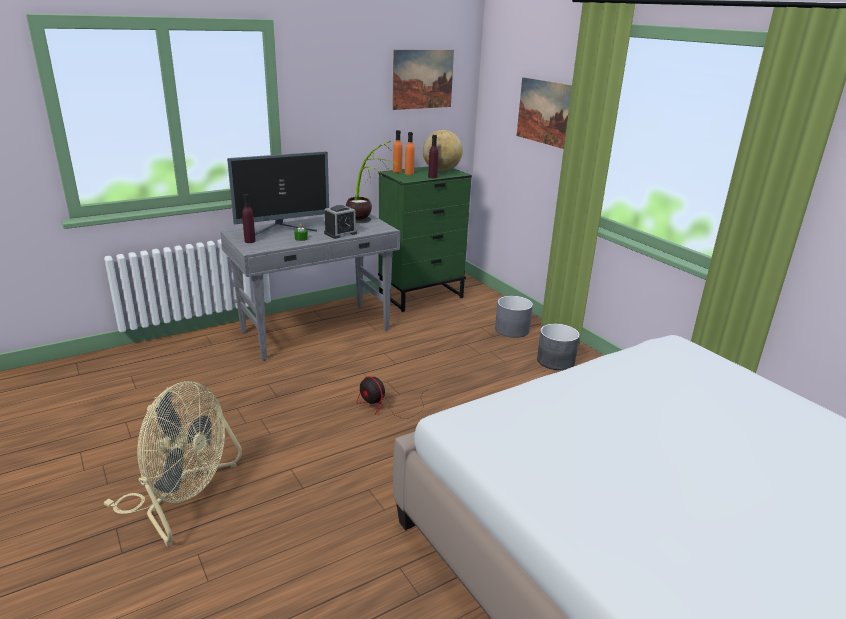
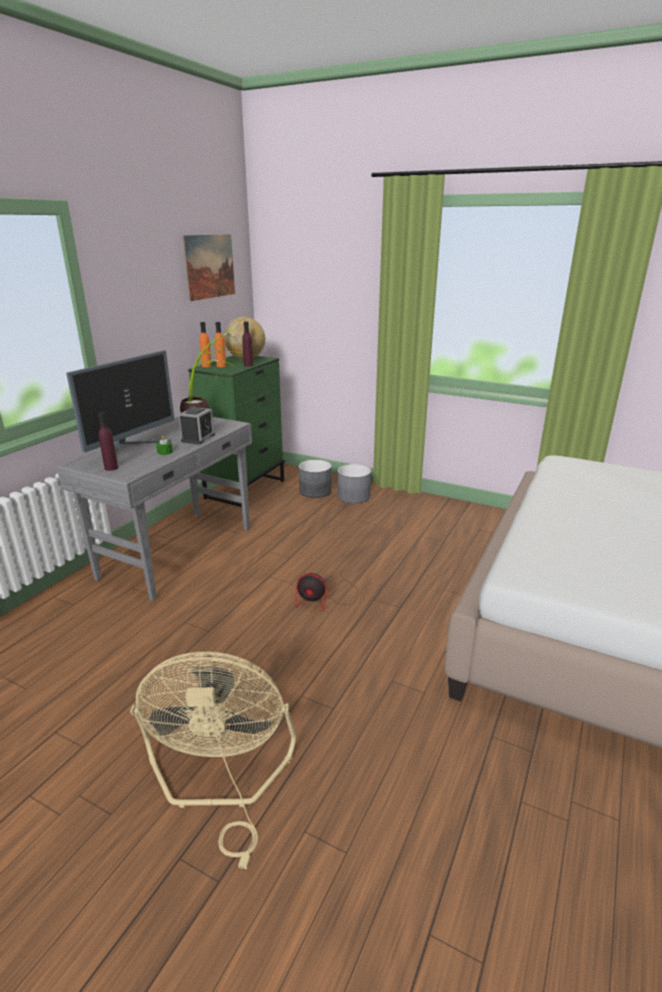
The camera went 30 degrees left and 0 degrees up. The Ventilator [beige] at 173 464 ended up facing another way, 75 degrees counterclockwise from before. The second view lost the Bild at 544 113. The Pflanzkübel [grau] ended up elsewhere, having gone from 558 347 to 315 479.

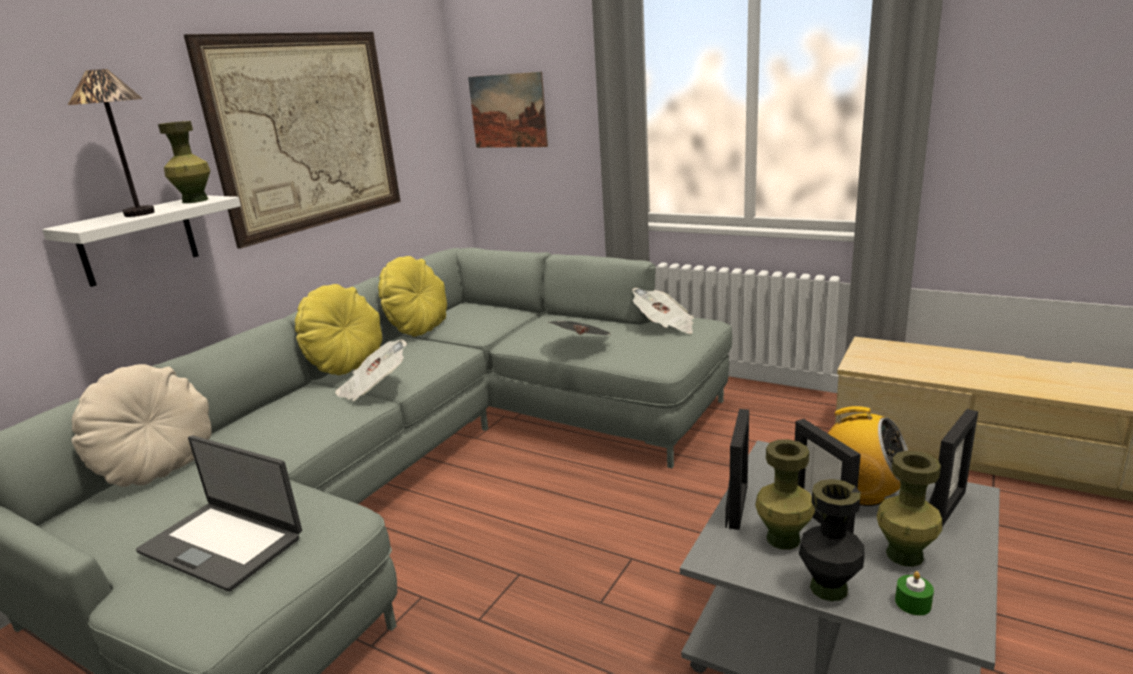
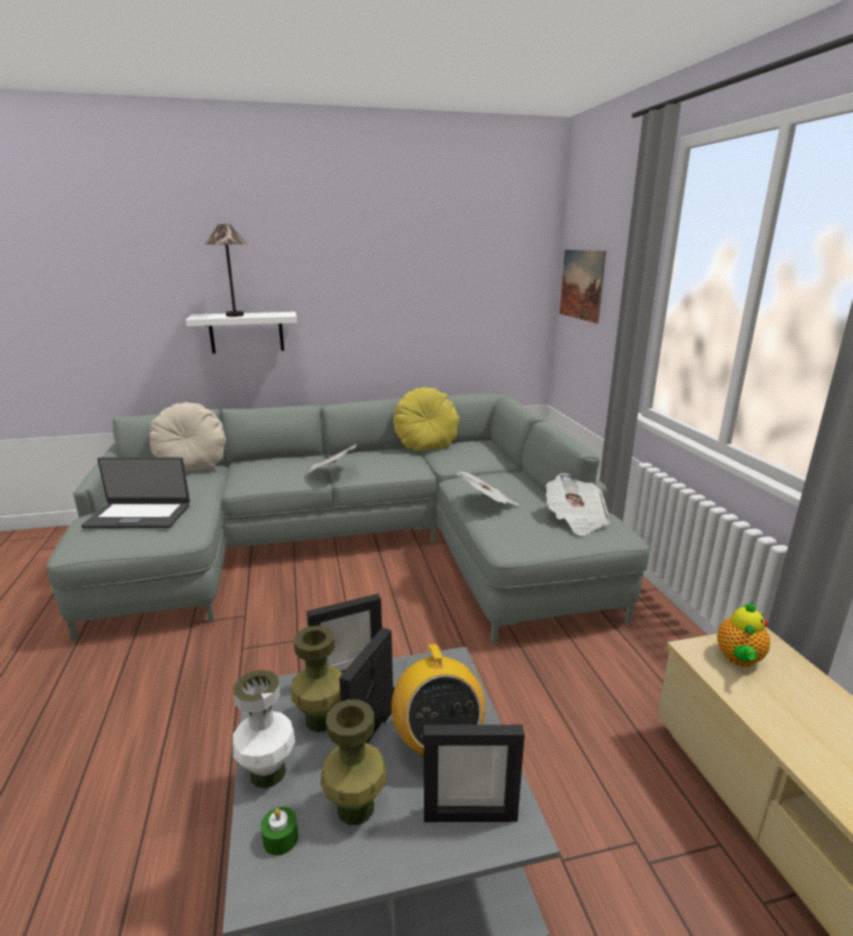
The camera went 45 degrees right and 0 degrees up. The Laptop at 219 514 ended up facing another way, 75 degrees counterclockwise from before. The second view lost the Vase [grün] at 184 162. The second view lost the Bild at 292 140. The second view lost the Kissen [gelb] at 338 329. What was the Vase [schwarz] at 832 540 turned into the Vase [weiß] at 264 729. The second view gained the Teekanne at 743 634.

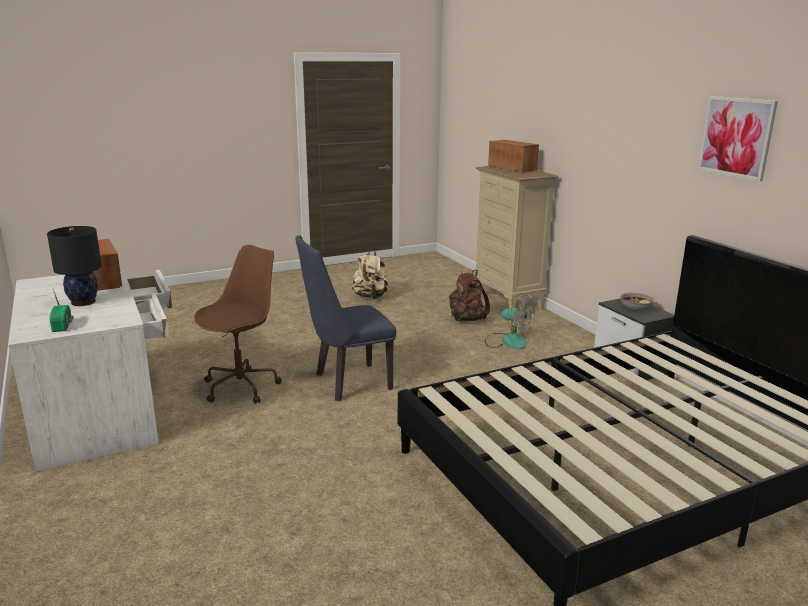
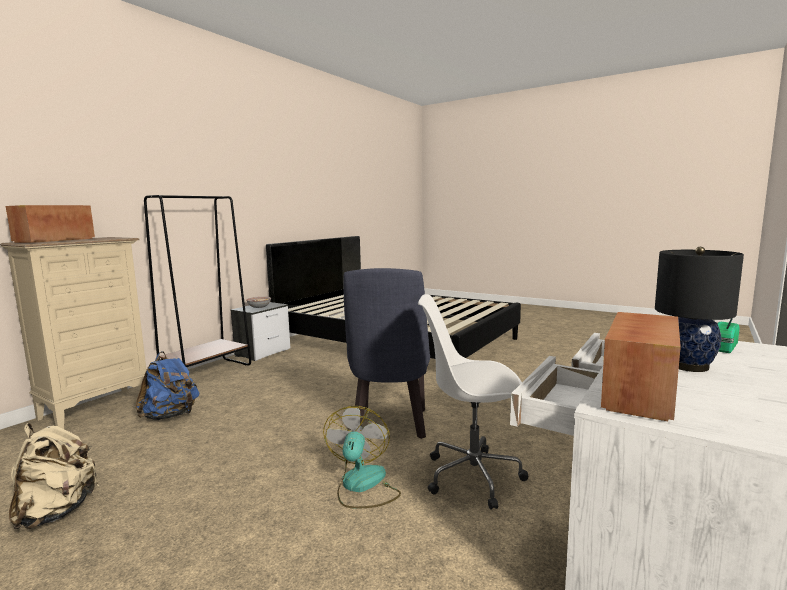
The camera went 120 degrees left and 10 degrees down. What was the Bürostuhl [braun] at 238 324 turned into the Bürostuhl [weiß] at 473 402. The Stuhl [blau] at 345 318 ended up facing another way, 60 degrees clockwise from before. What was the Rucksack [braun] at 469 296 turned into the Rucksack [blau] at 167 385. The Ventilator ended up elsewhere, having gone from 510 321 to 362 457. The second view lost the Bild at 738 138. The second view gained the Kleiderständer at 197 281.

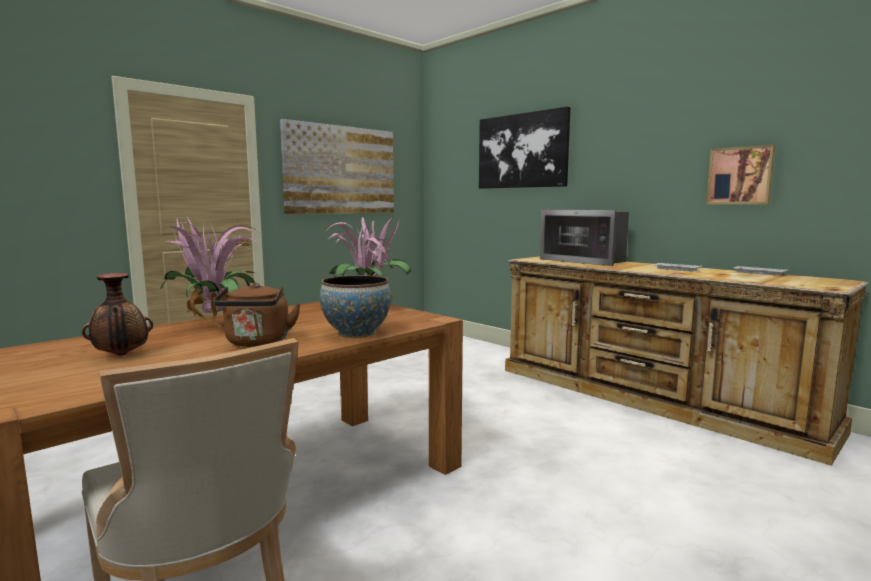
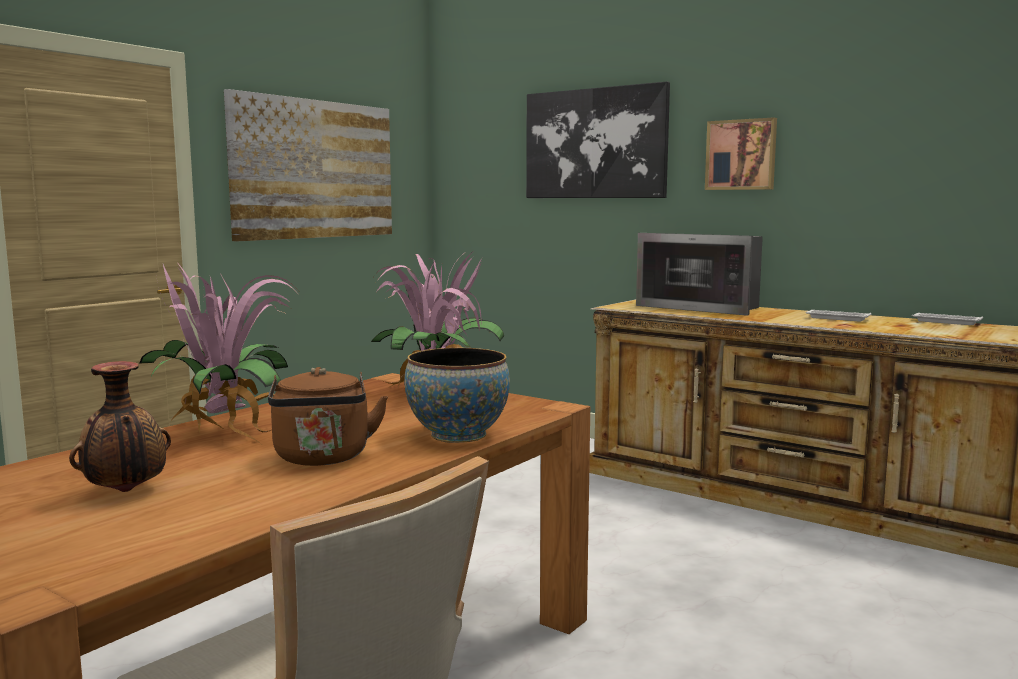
The camera went 10 degrees left and 0 degrees up. The Bild ended up elsewhere, having gone from 740 174 to 741 153.

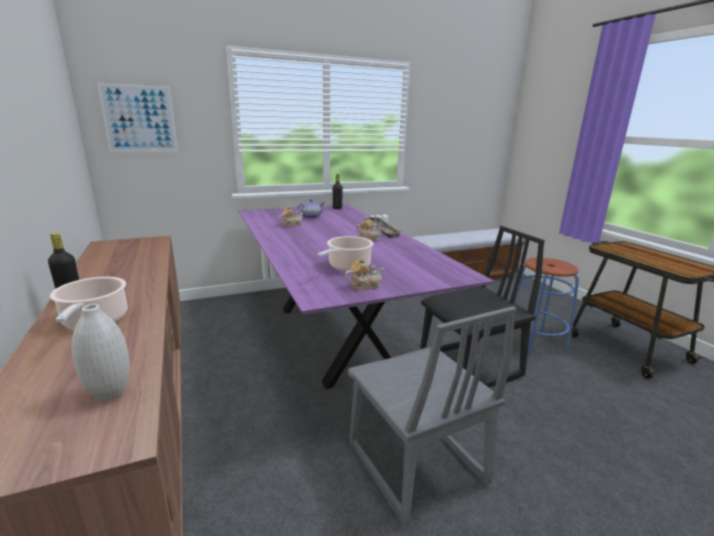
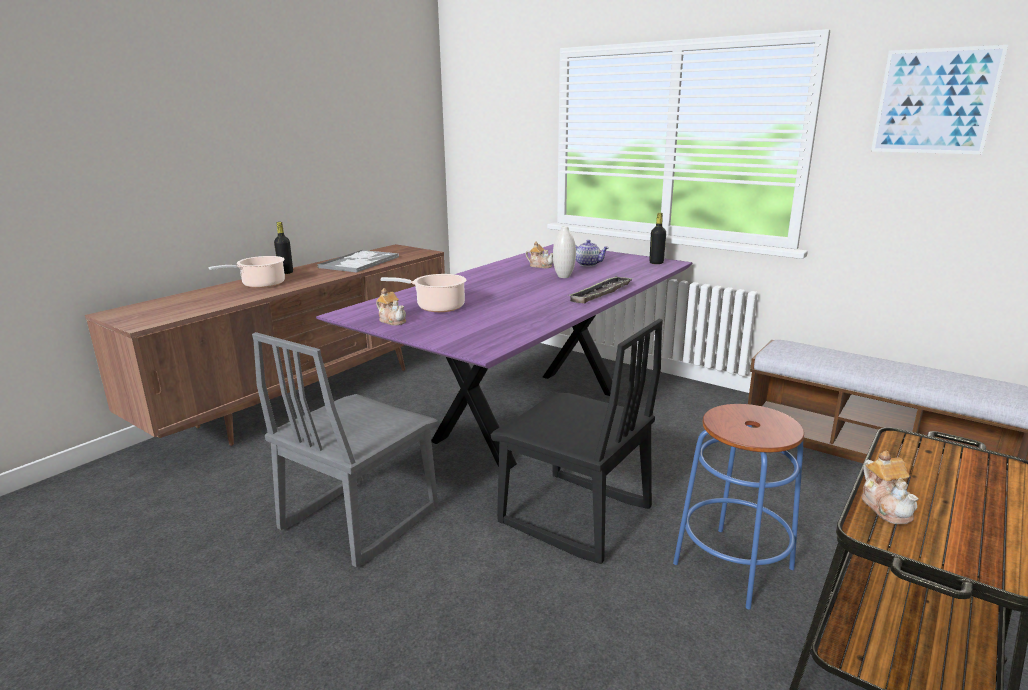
The camera went 60 degrees right and 0 degrees up. The Vase [weiß] ended up elsewhere, having gone from 100 352 to 564 252. The Bild ended up elsewhere, having gone from 137 117 to 939 99. The Teekanne ended up elsewhere, having gone from 369 229 to 889 487. The second view gained the Tablett at 358 261.

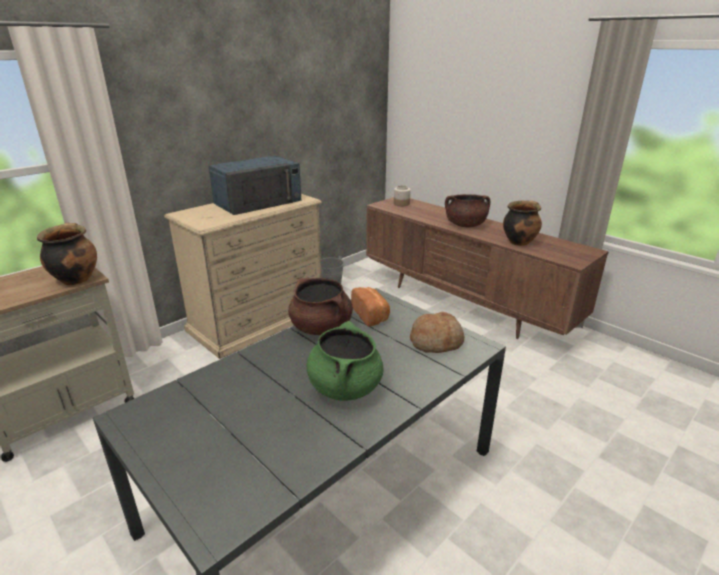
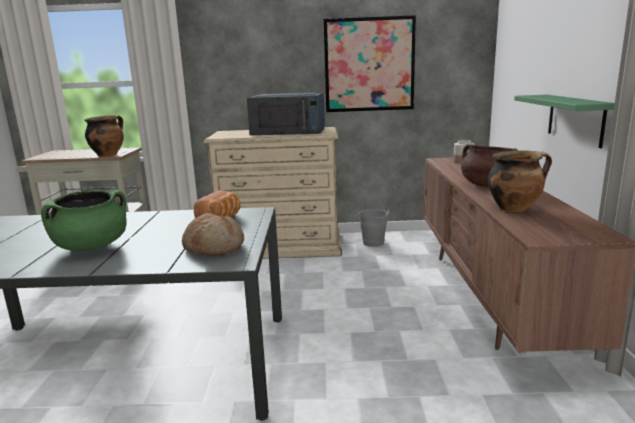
The camera went 45 degrees right and 10 degrees down. The second view lost the Kochtopf [braun] at 320 306. The second view gained the Bild at 370 63. The second view gained the Wandregal [grün] at 564 121.

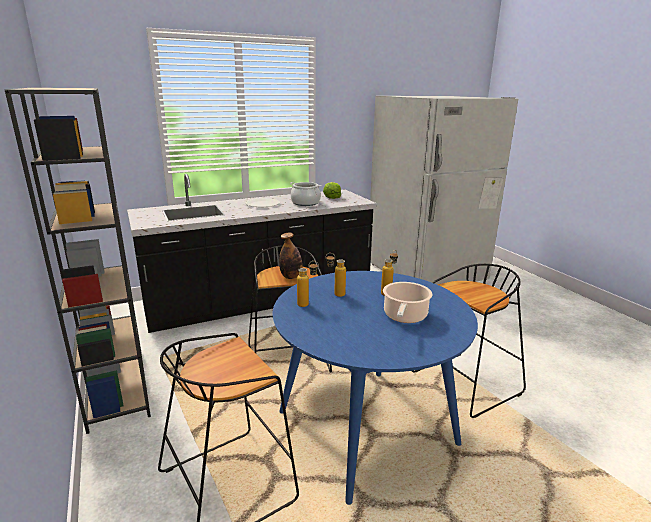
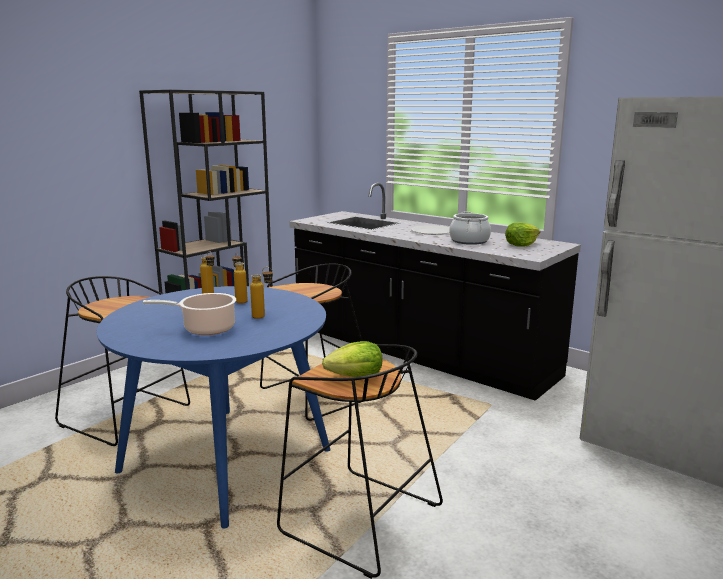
The camera went 65 degrees right and 5 degrees down. The second view lost the Flasche at 291 255. The second view gained the Salatkopf at 352 359.

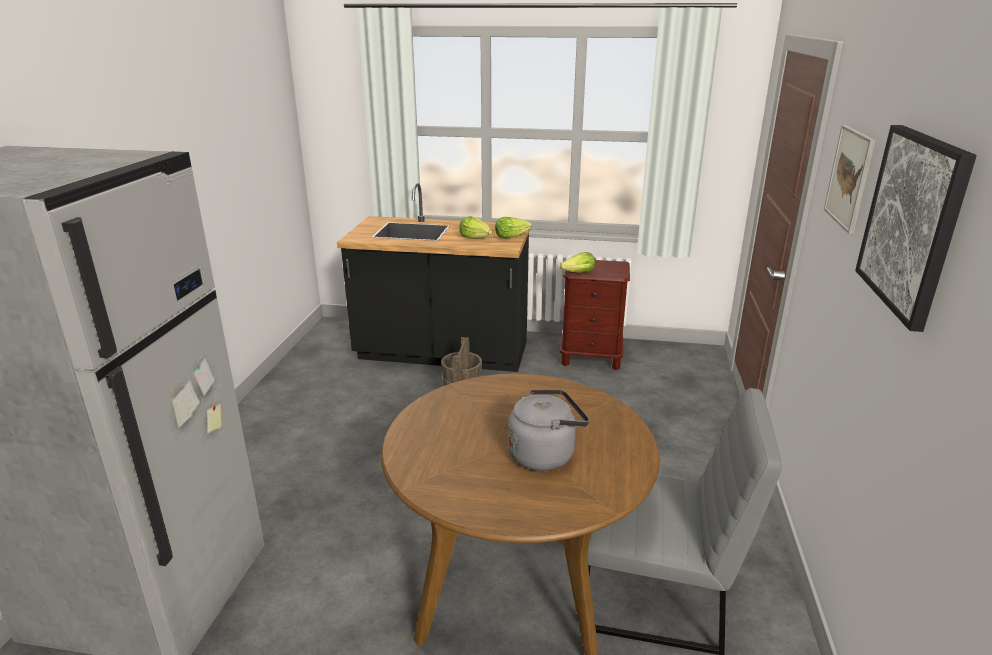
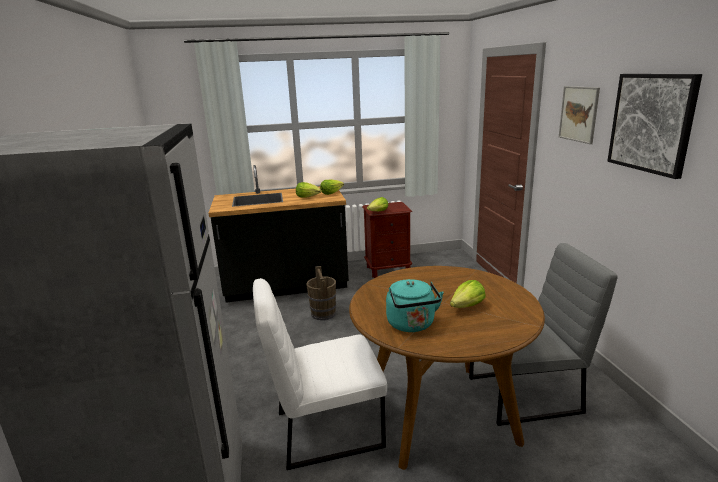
The camera went 20 degrees left and 5 degrees down. Where the Wasserkessel [grau] stood at 548 430, the Salatkopf came to stand at 468 294. The second view gained the Stuhl [weiß] at 320 374. The second view gained the Wasserkessel [türkis] at 415 305.

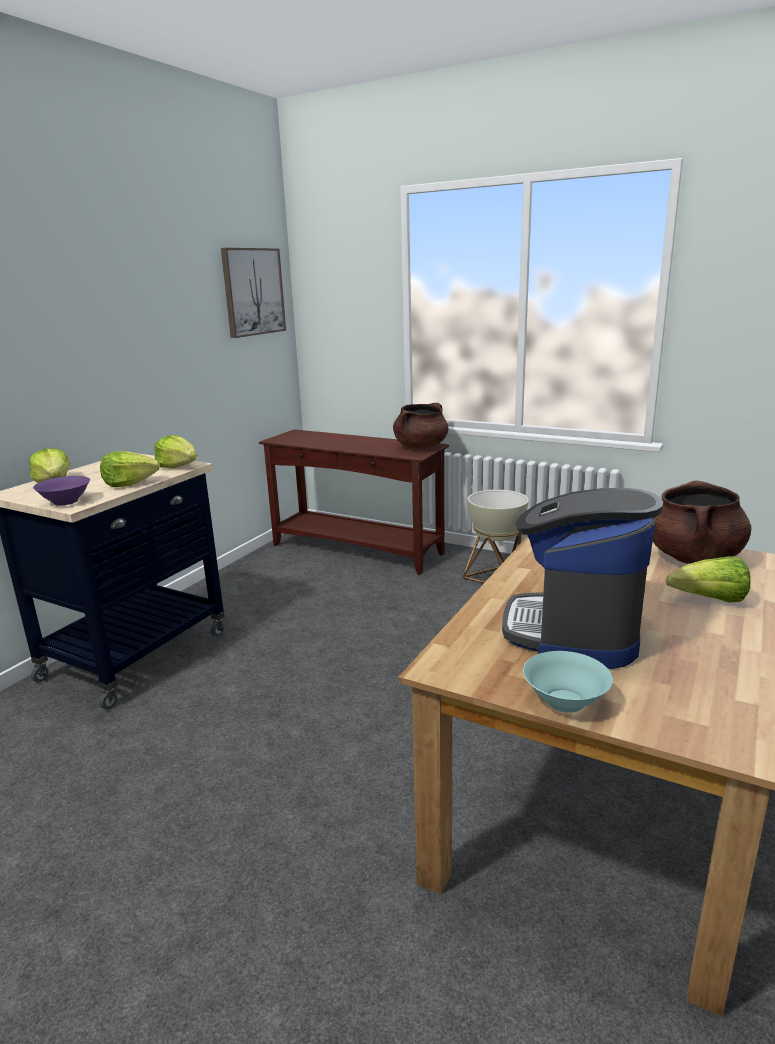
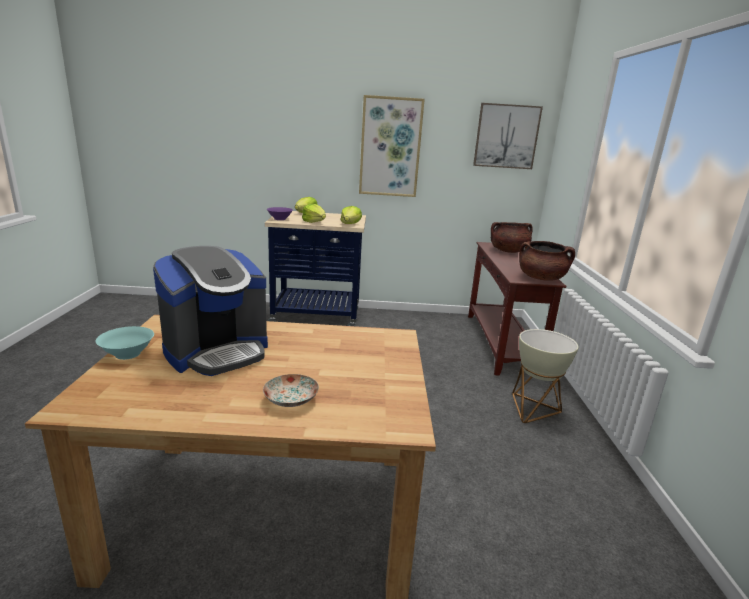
The camera went 60 degrees right and 0 degrees up. The Kaffeemaschine at 582 578 ended up facing another way, 150 degrees clockwise from before. The Kochtopf [braun] ended up elsewhere, having gone from 702 522 to 512 237. Where the Salatkopf stood at 708 580, the Teller came to stand at 291 390. The second view gained the Bild at 392 146.

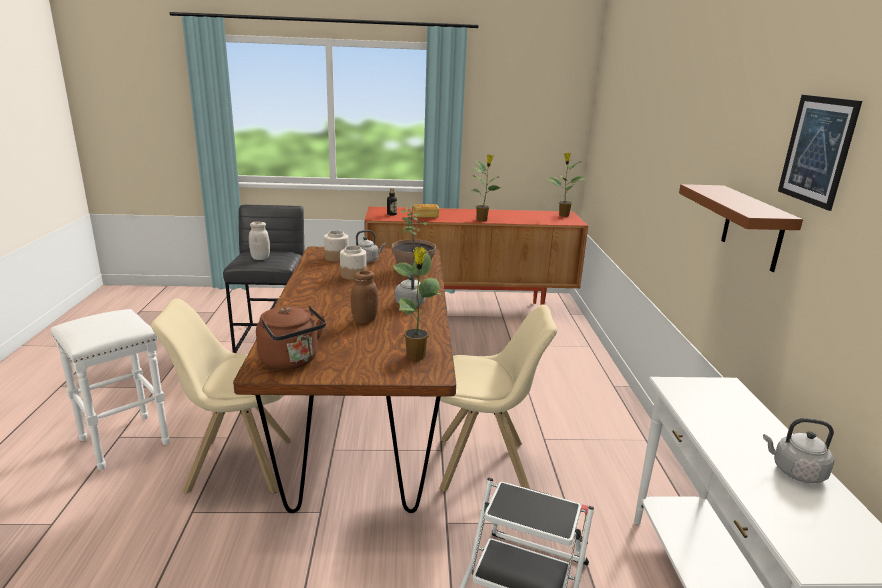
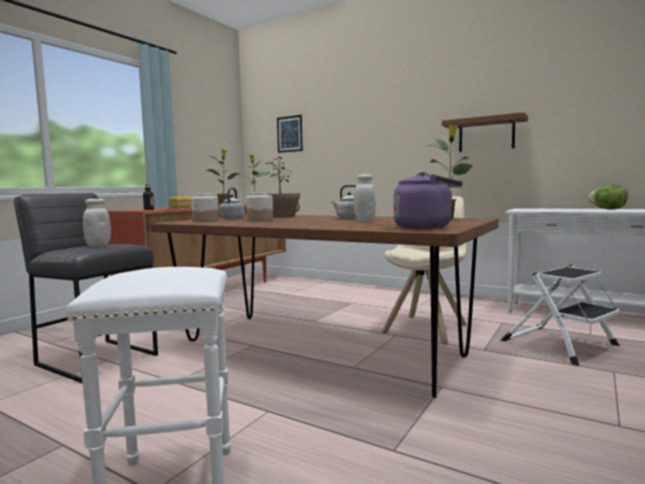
The camera went 55 degrees left and 15 degrees down. The second view lost the Stuhl [beige] at 221 396. What was the Wasserkessel [braun] at 291 338 turned into the Wasserkessel [lila] at 428 200. What was the Vorratsglas [braun] at 364 297 turned into the Vorratsglas [weiß] at 365 198. Where the Wasserkessel [grau] stood at 798 450, the Salatkopf came to stand at 608 196. The Bild ended up elsewhere, having gone from 820 153 to 290 134.

